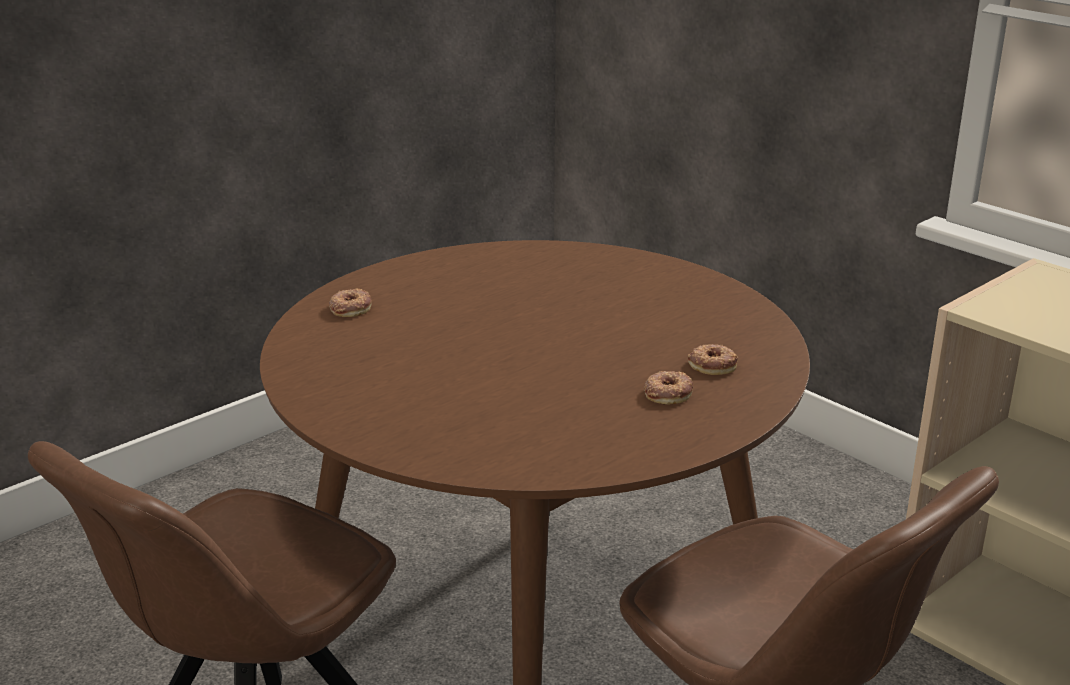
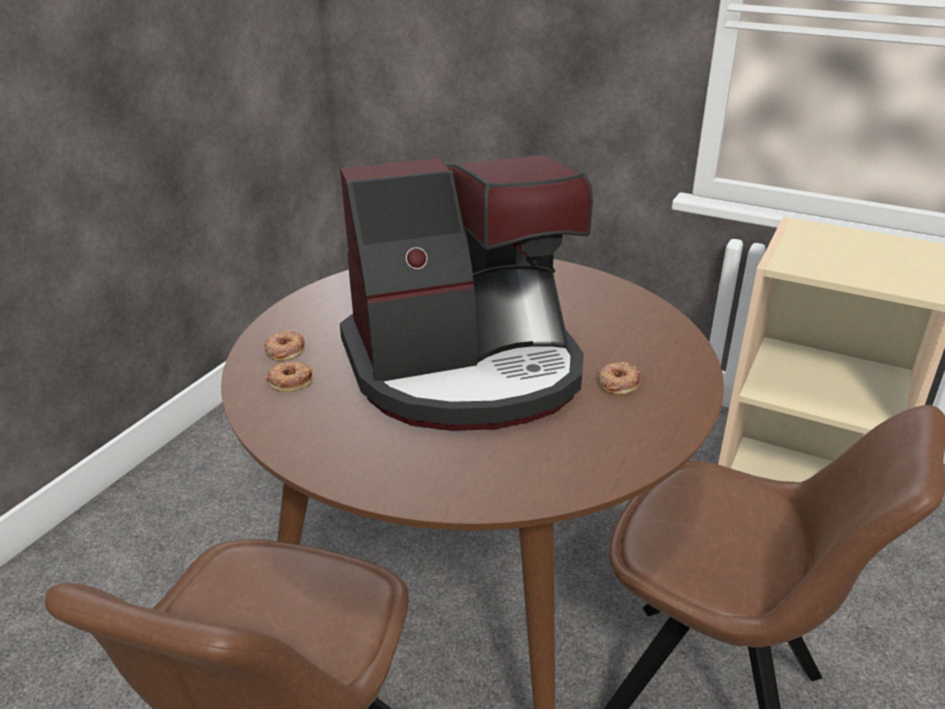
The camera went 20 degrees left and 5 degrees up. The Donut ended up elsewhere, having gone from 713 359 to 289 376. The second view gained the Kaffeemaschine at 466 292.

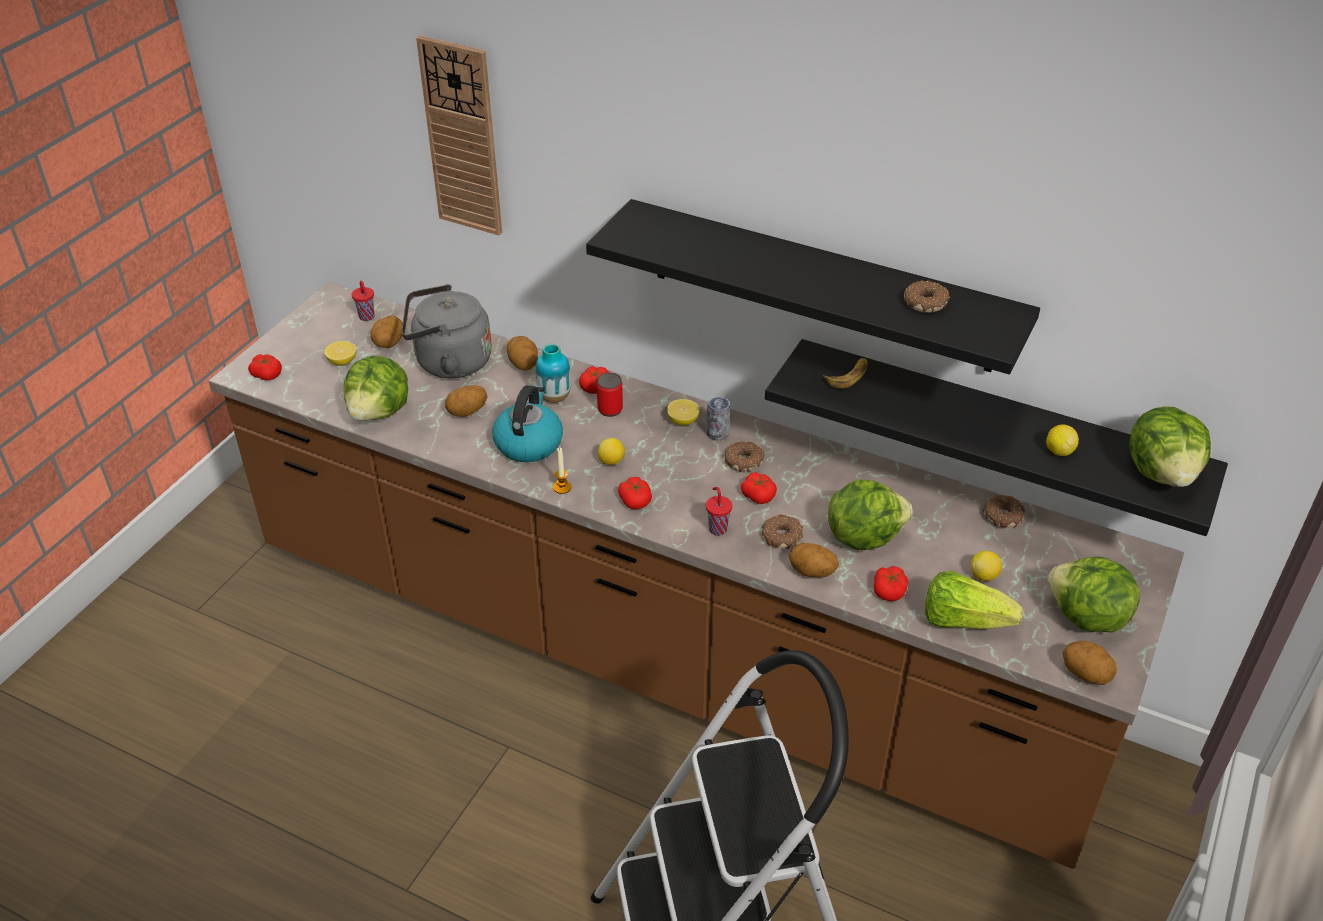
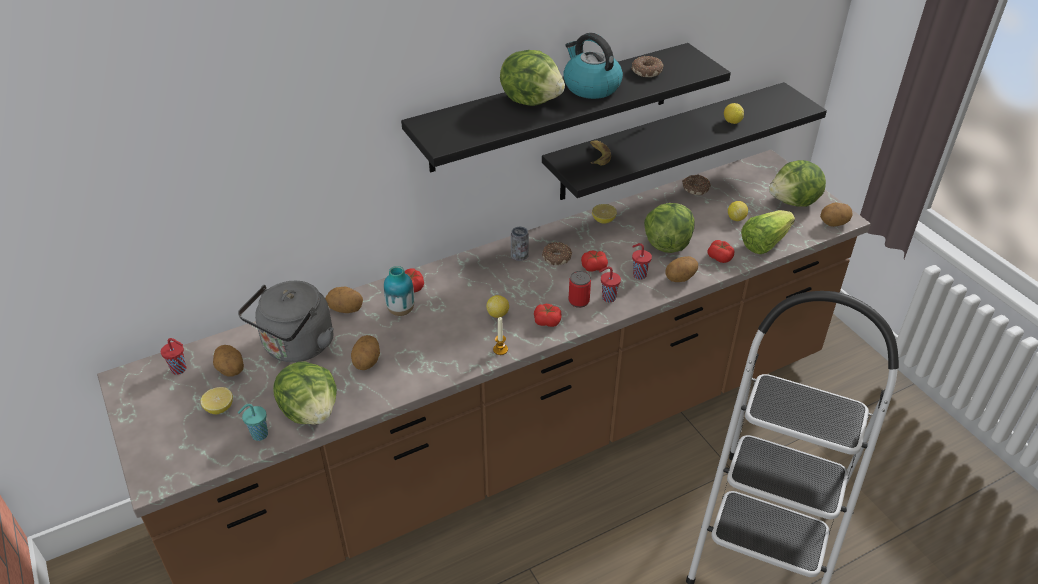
The camera went 55 degrees left and 0 degrees up. The second view lost the Tomate at 265 367. The second view lost the Wanduhr at 459 135. The Wasserkessel ended up elsewhere, having gone from 527 423 to 593 66. The Dose ended up elsewhere, having gone from 610 395 to 579 289. The Zitrone ended up elsewhere, having gone from 683 412 to 604 214. Where the Donut stood at 782 531, the Tasse [rot] came to stand at 642 261. The Salatkopf ended up elsewhere, having gone from 1170 446 to 532 78. The second view gained the Tasse [türkis] at 253 422.

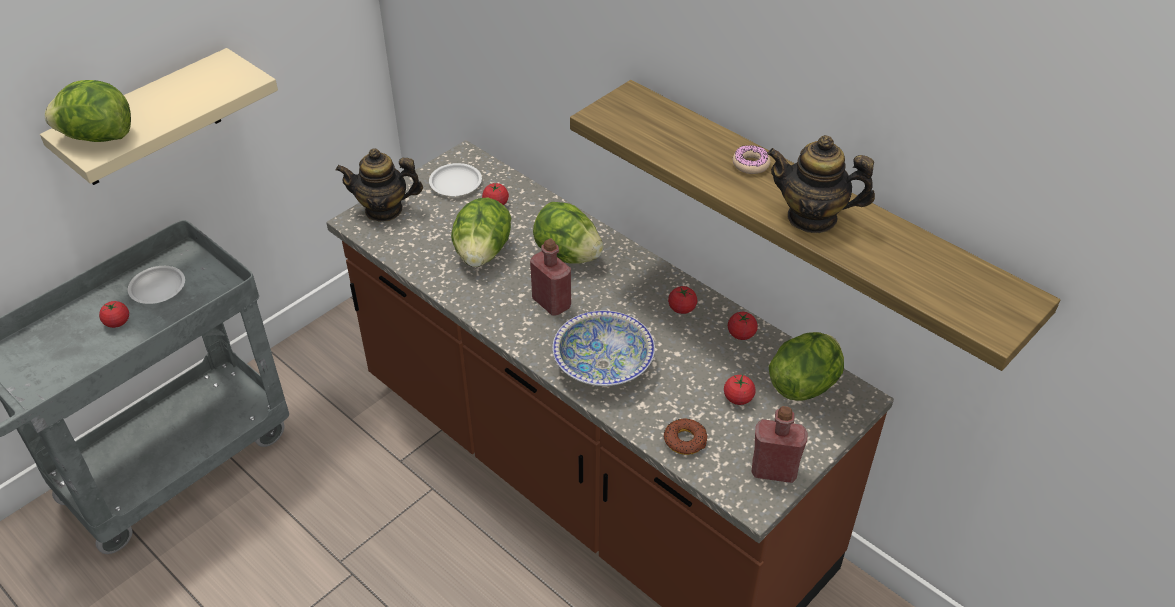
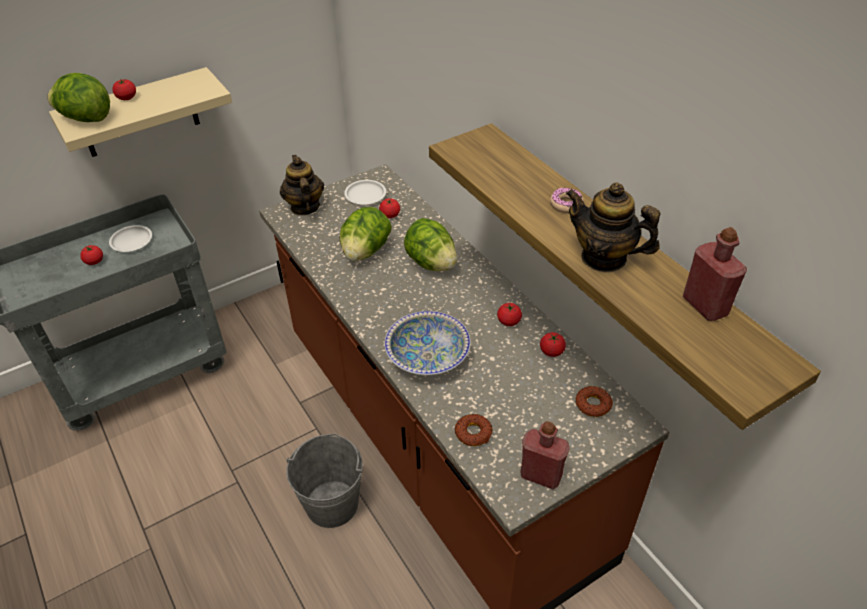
The camera went 15 degrees right and 0 degrees up. The Teekanne at 379 185 ended up facing another way, 60 degrees clockwise from before. The Flasche [rot] ended up elsewhere, having gone from 550 277 to 715 274. The Tomate ended up elsewhere, having gone from 739 390 to 124 89. Where the Salatkopf stood at 806 366, the Donut came to stand at 594 401. The second view gained the Eimer [grau] at 324 480.

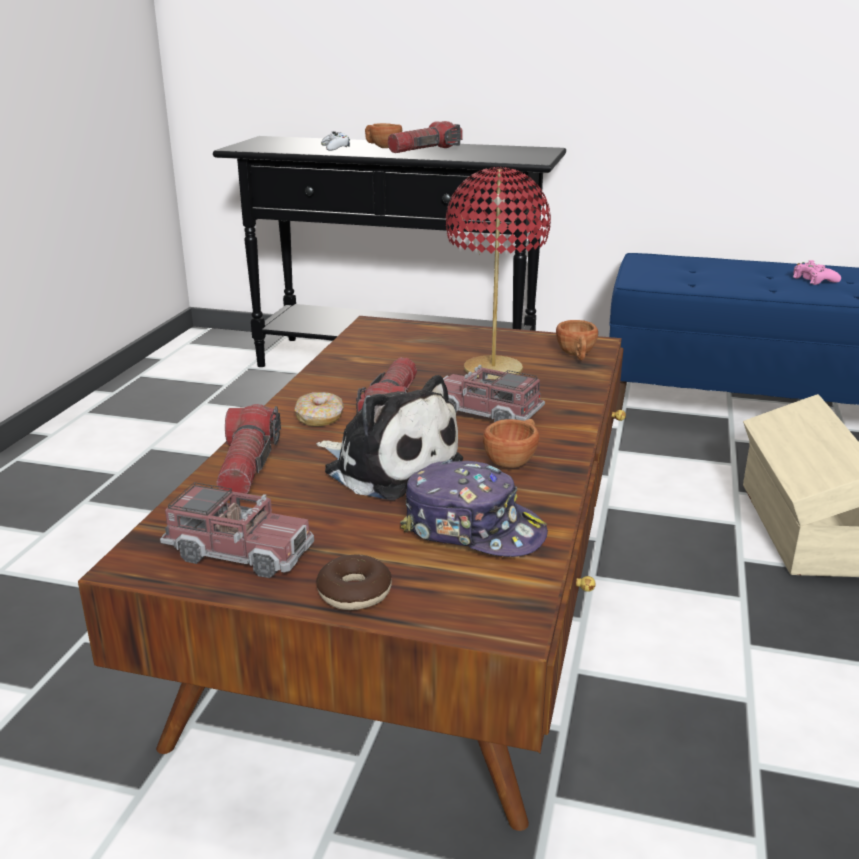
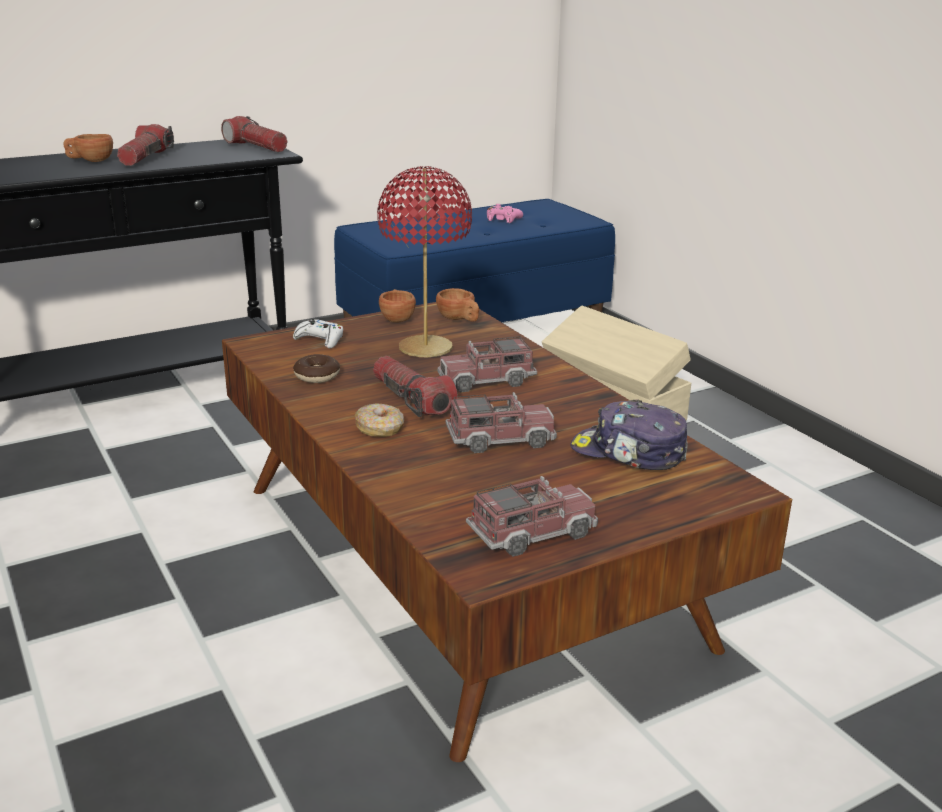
The camera went 45 degrees left and 0 degrees up. The Taschenlampe ended up elsewhere, having gone from 248 449 to 254 134. Where the Plüschtier stood at 389 437, the Spielzeuglaster came to stand at 501 422. The Donut ended up elsewhere, having gone from 354 582 to 316 368. The Gamepad [weiß] ended up elsewhere, having gone from 335 141 to 318 333. The Kappe at 474 508 ended up facing another way, 135 degrees counterclockwise from before. The Tasse [braun] ended up elsewhere, having gone from 511 443 to 397 305.

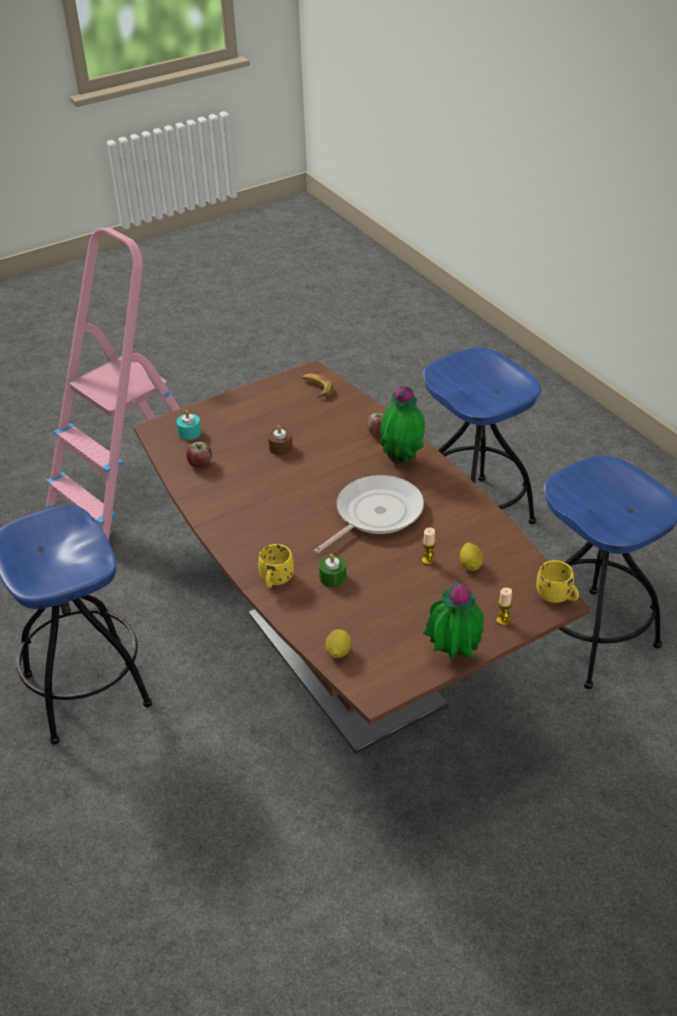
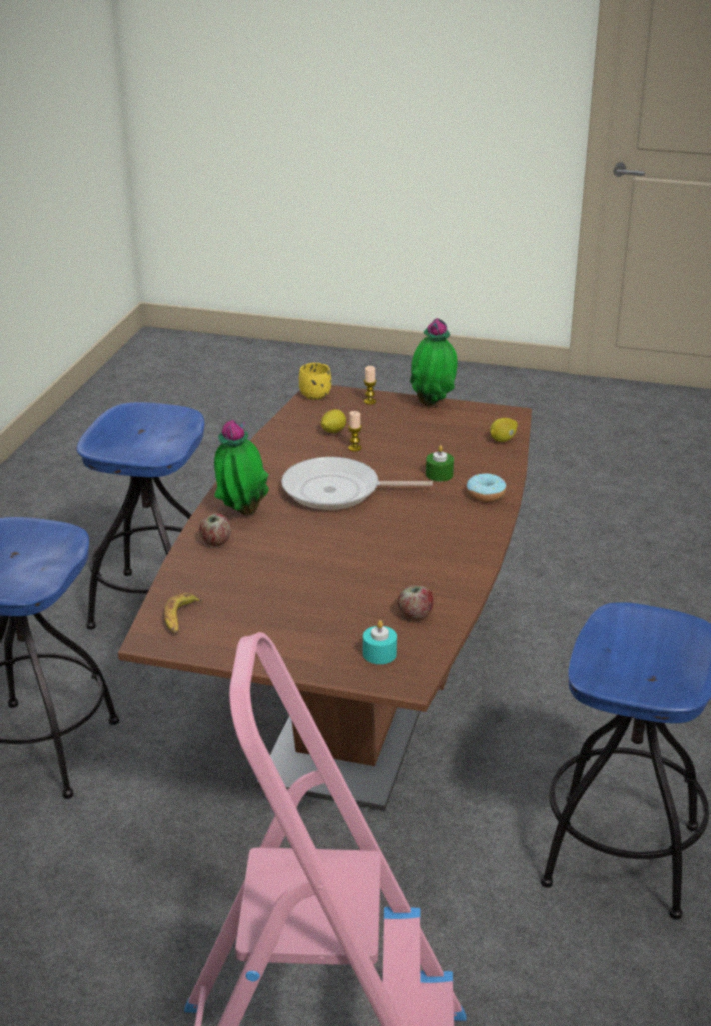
The camera went 135 degrees left and 10 degrees down. Where the Henkelbecher [gelb] stood at 276 566, the Donut came to stand at 486 487. The second view lost the Kerze [braun] at 280 440.

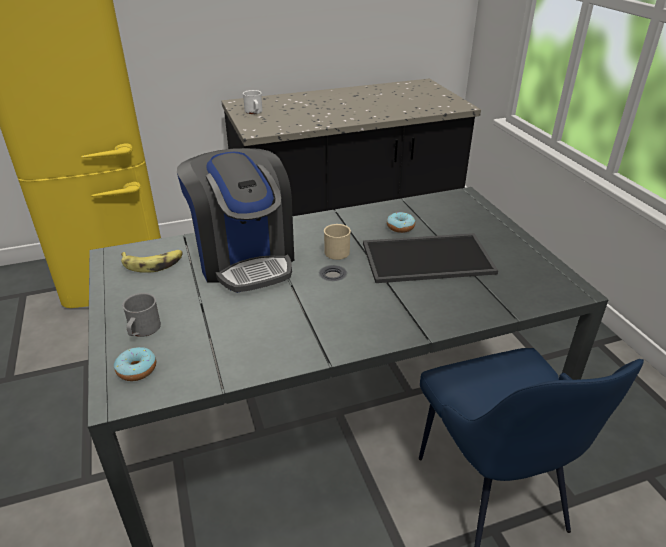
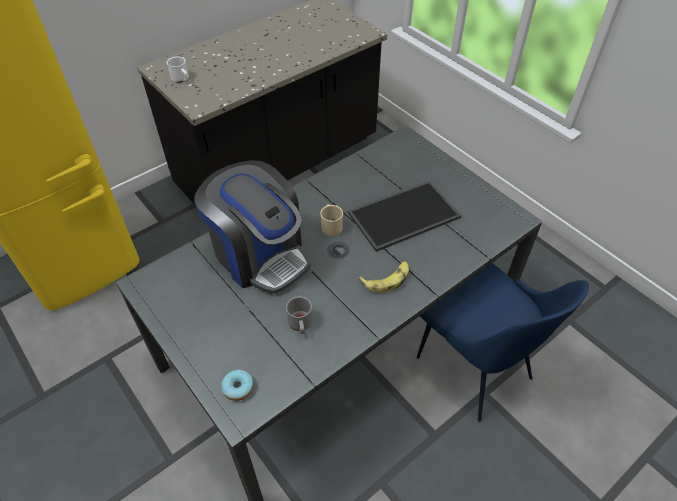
The camera went 20 degrees left and 15 degrees up. The Banane ended up elsewhere, having gone from 152 261 to 384 277. The Henkelbecher [grau] ended up elsewhere, having gone from 141 315 to 299 315. The second view lost the Donut at 401 222.

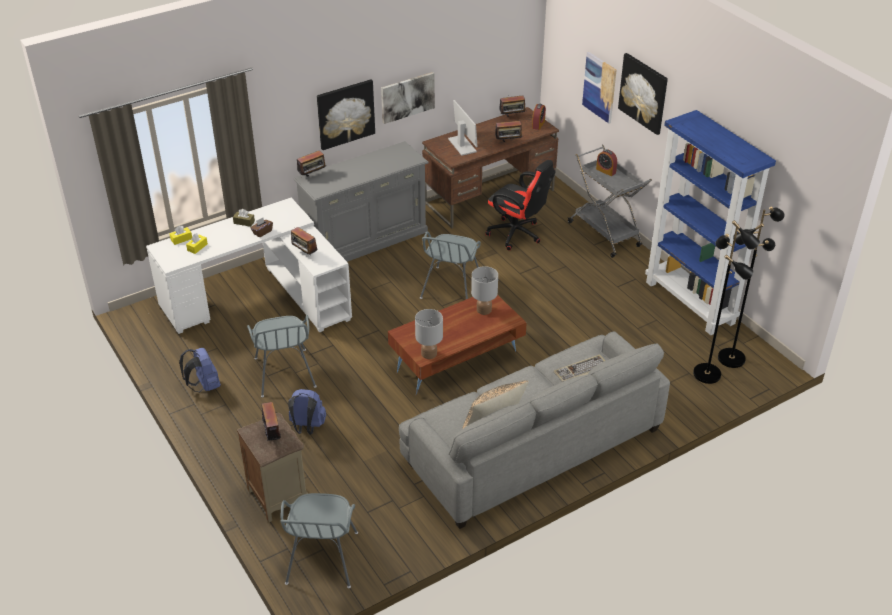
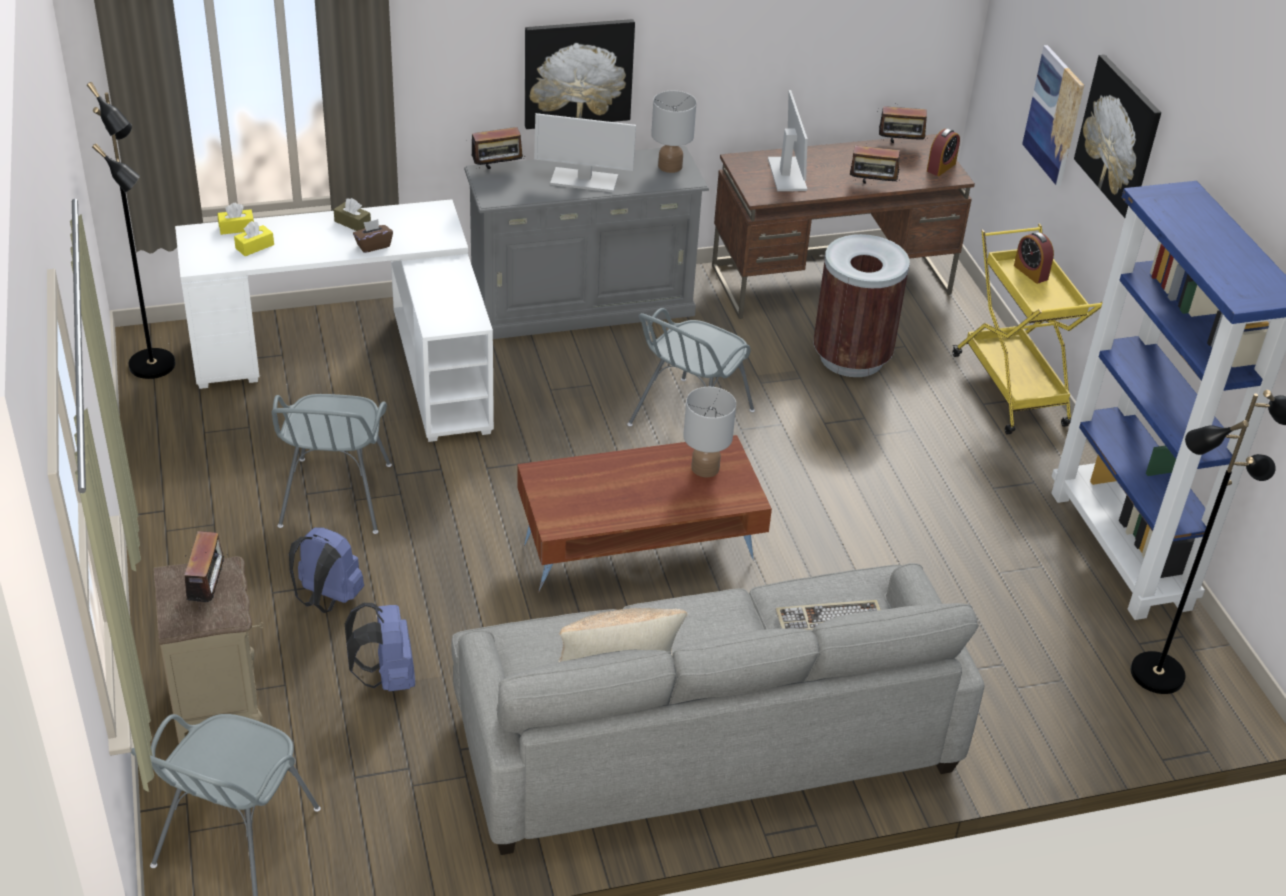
The camera went 15 degrees right and 0 degrees up. The Rucksack [blau] ended up elsewhere, having gone from 200 370 to 380 647. The second view lost the Radio at 304 241. The second view lost the Bild at 408 98. The Tischlampe [grau] ended up elsewhere, having gone from 429 334 to 674 132. Where the Bürostuhl [schwarz] stood at 520 205, the Mülleimer [braun] came to stand at 861 305. What was the Rollwagen [grau] at 609 201 turned into the Rollwagen [gelb] at 1027 328. The Stehlampe [schwarz] ended up elsewhere, having gone from 726 302 to 131 230. The second view gained the Monitor at 585 153.

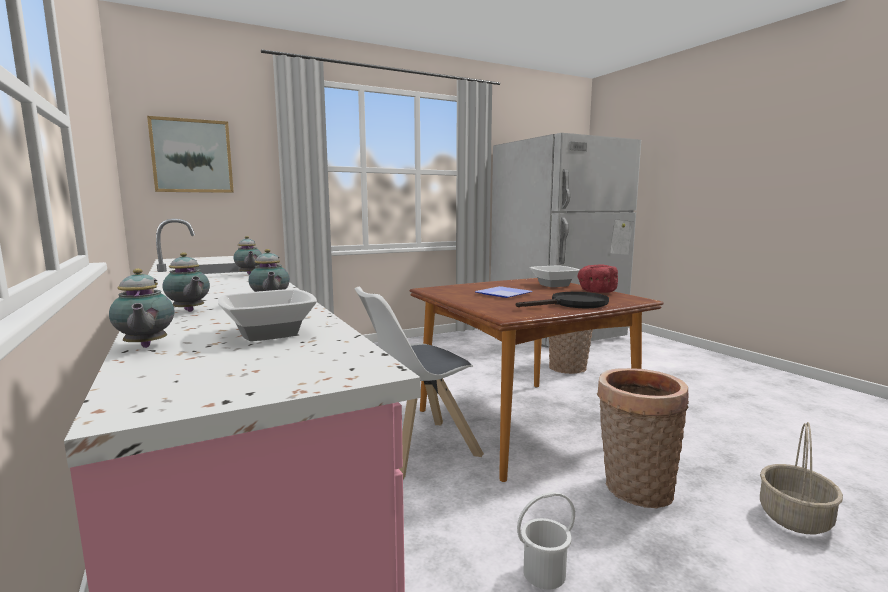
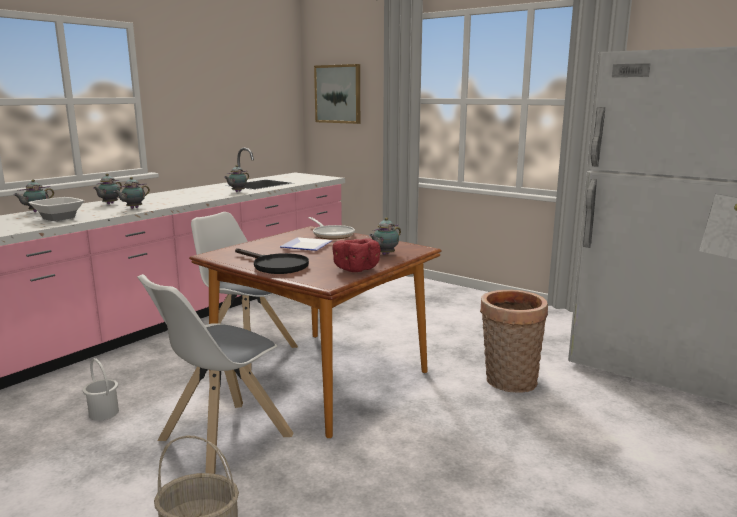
The camera went 65 degrees right and 5 degrees up. Where the Schüssel stood at 555 276, the Teekanne came to stand at 385 236. Where the Korb stood at 643 438, the Stuhl came to stand at 215 374. The second view gained the Pfanne at 332 228.

